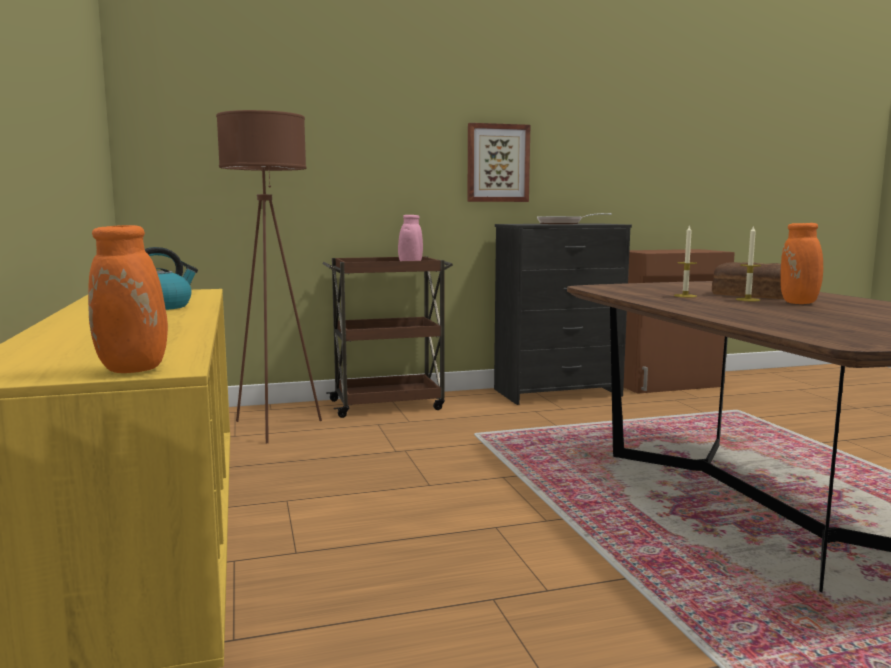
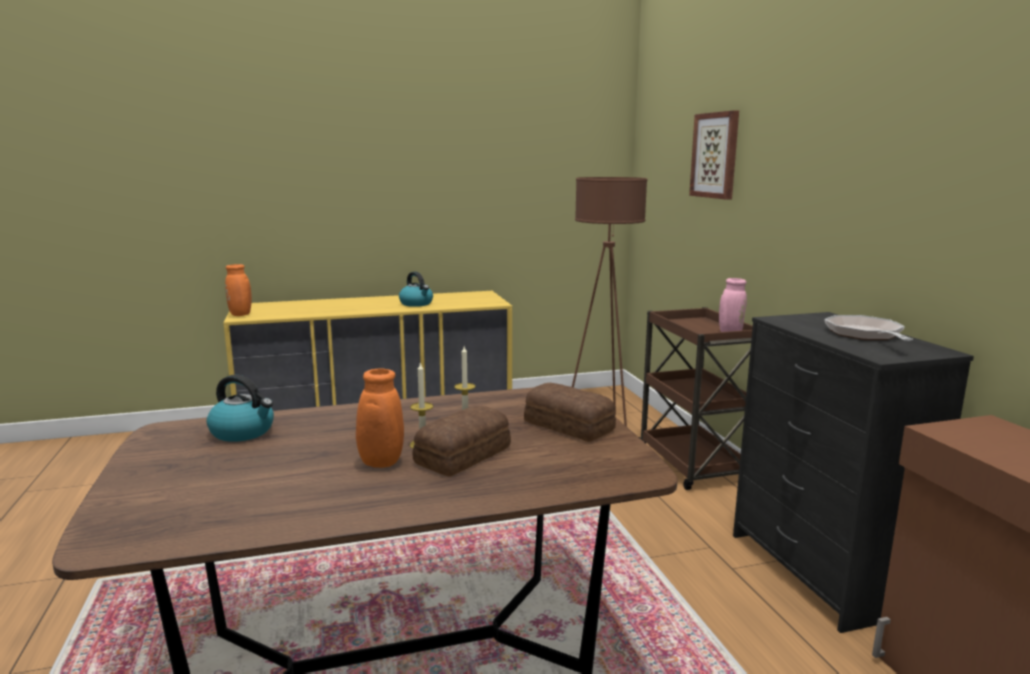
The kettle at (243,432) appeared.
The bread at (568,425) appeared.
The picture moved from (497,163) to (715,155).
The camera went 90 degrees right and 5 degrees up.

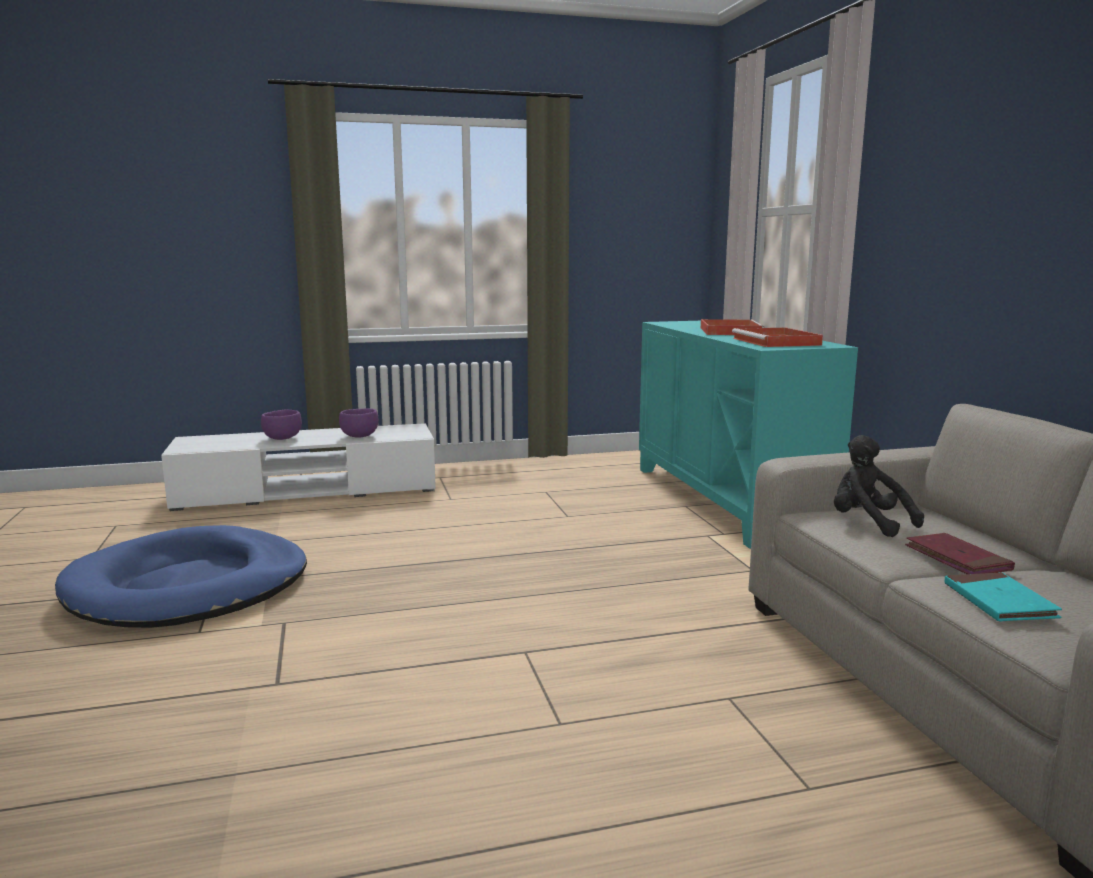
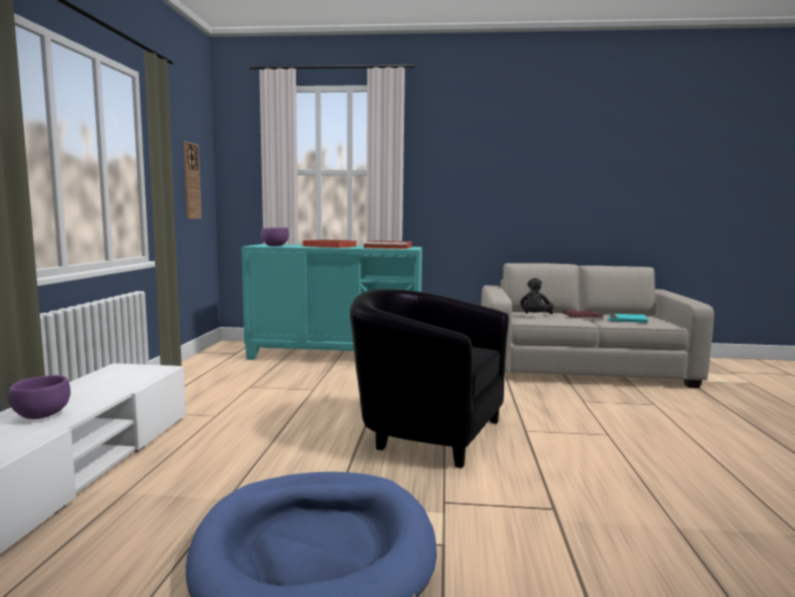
The wall clock at (191,181) appeared.
The purple bowl moved from (360,436) to (275,246).
The black armchair at (426,431) appeared.
The black plush toy at (868,523) turned 45 degrees counterclockwise.
The camera went 70 degrees left and 5 degrees down.

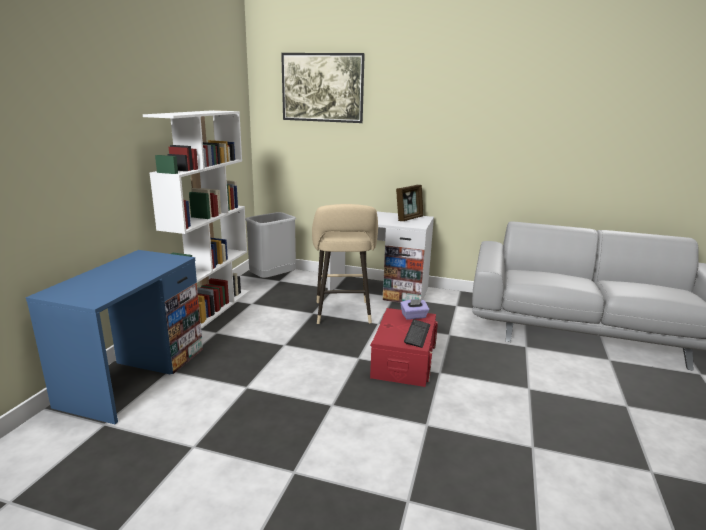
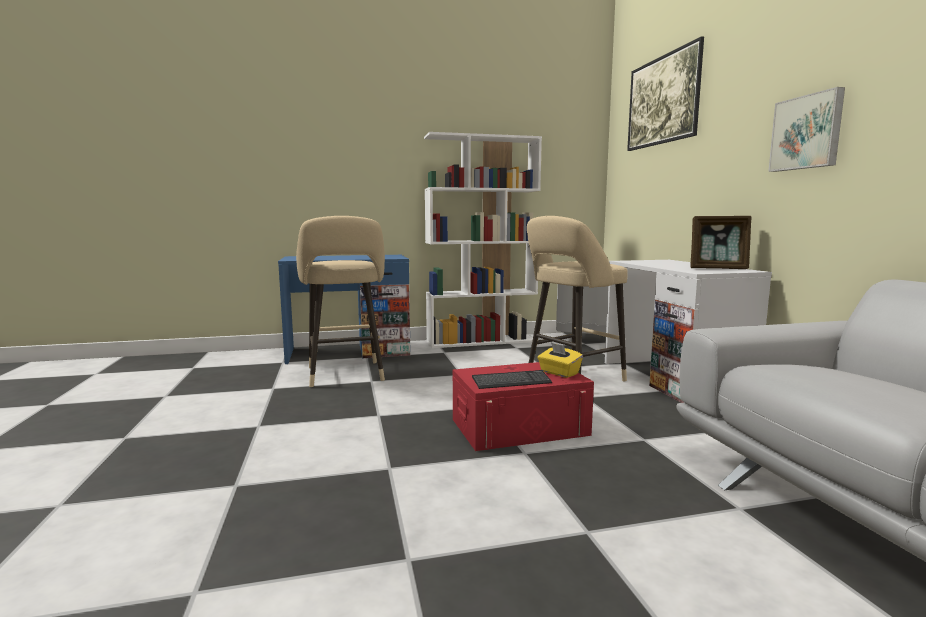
The beige stool at (345,375) appeared.
The purple tissue box at (414,316) became the yellow tissue box at (559,373).
The picture at (807,132) appeared.
The camera went 60 degrees right and 10 degrees down.

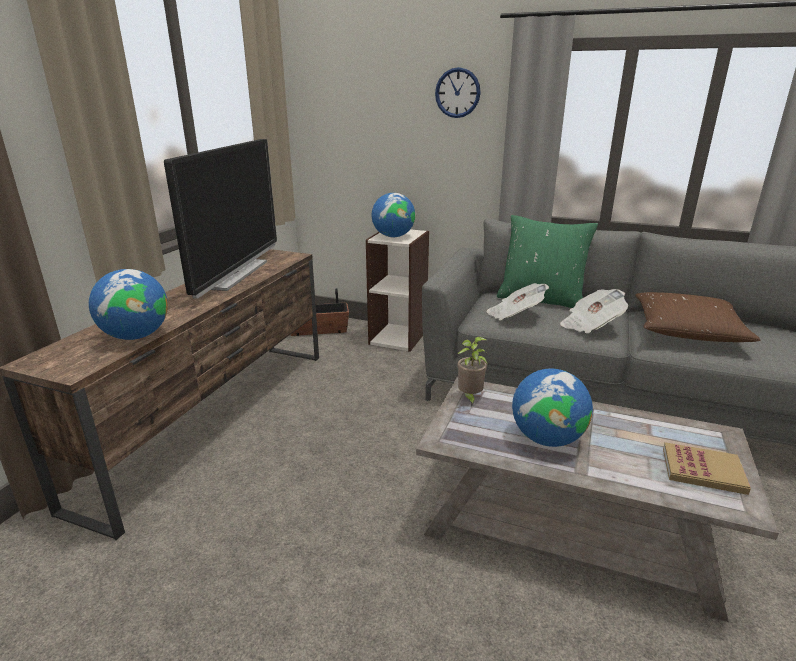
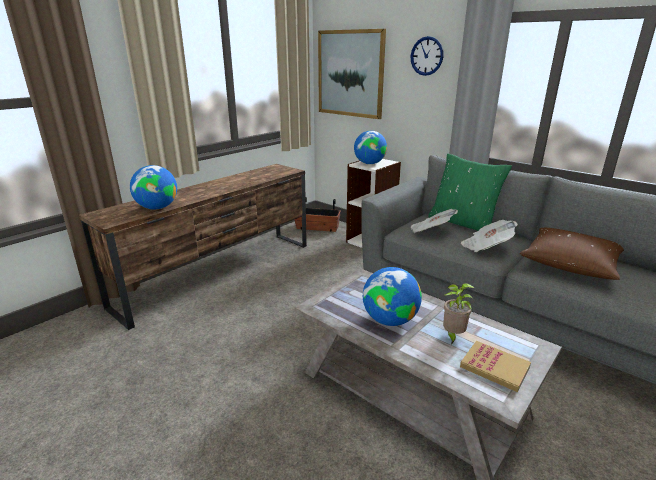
The picture at (350,74) appeared.
The potted plant moved from (469,398) to (453,336).
The television at (235,274) disappeared.
The camera went 20 degrees right and 0 degrees up.

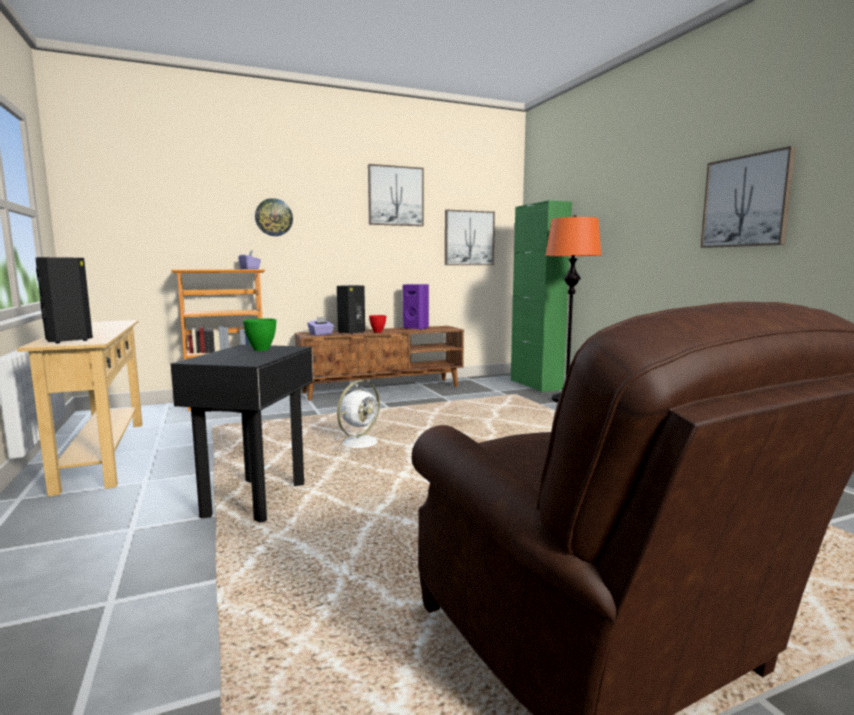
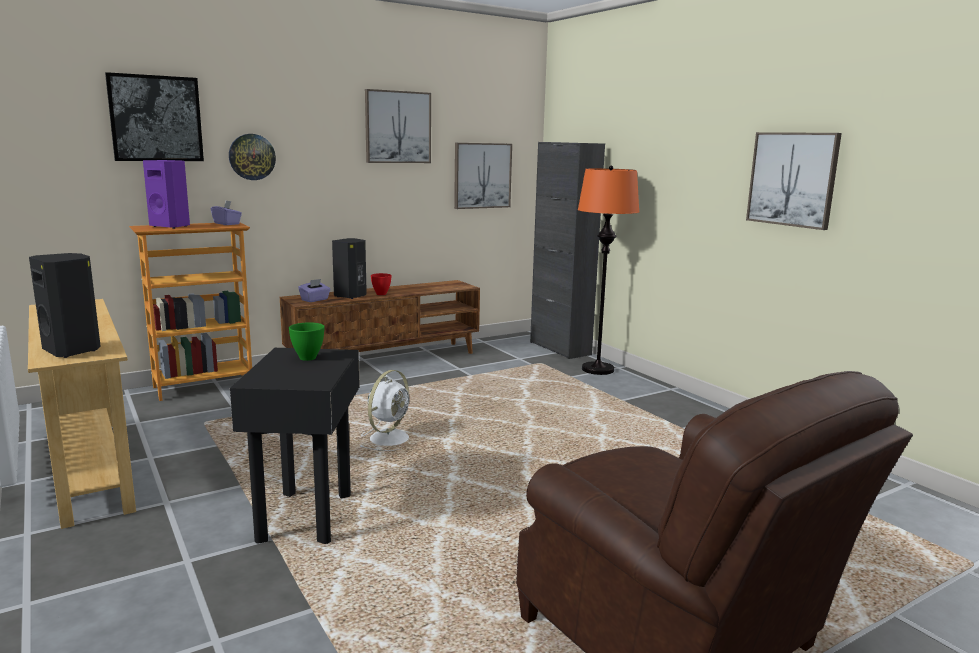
The picture at (156,118) appeared.
The purple speaker moved from (416,328) to (171,226).
The green cabinet at (536,385) became the black cabinet at (560,348).
The camera went 10 degrees left and 5 degrees up.

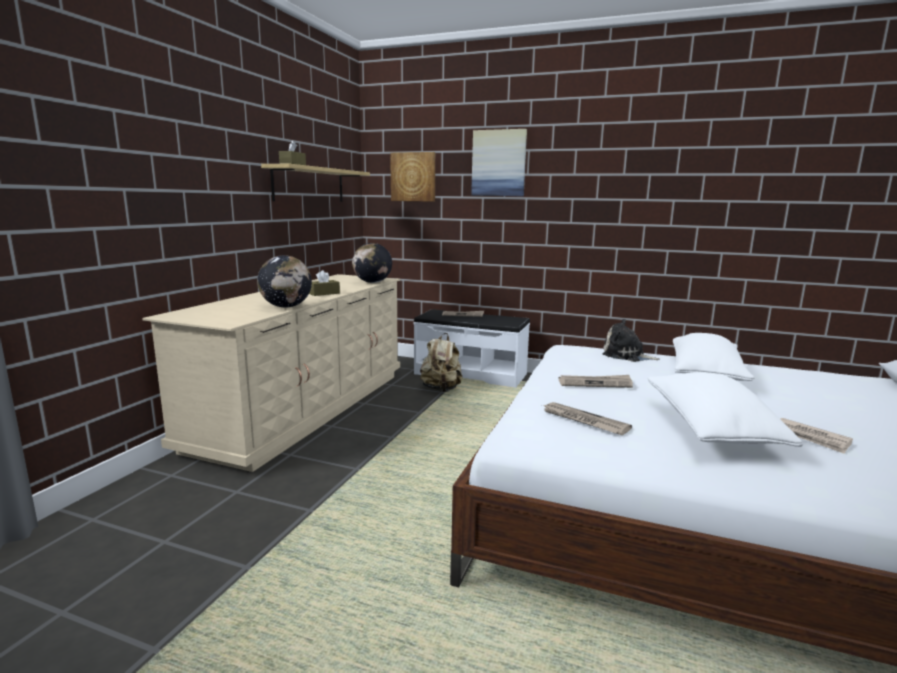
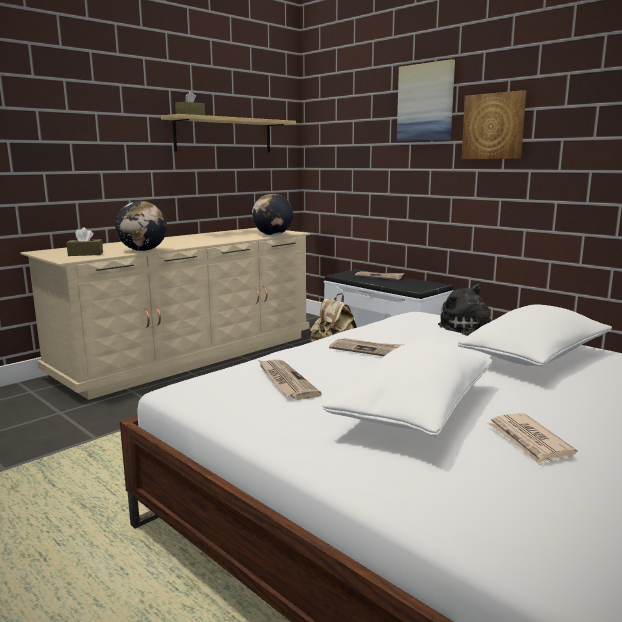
The brown tissue box moved from (324,293) to (85,254).
The picture moved from (413,177) to (493,126).
The camera went 25 degrees right and 0 degrees up.

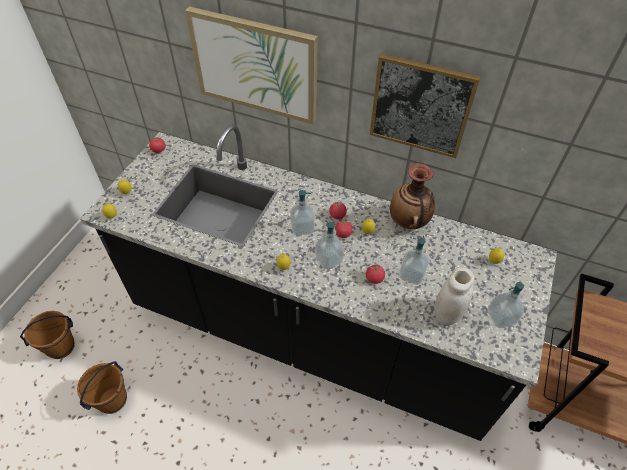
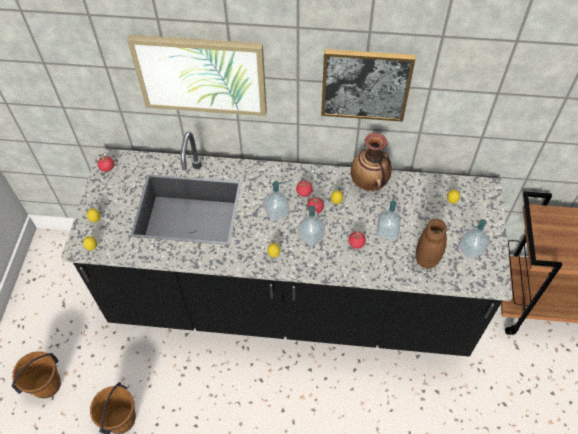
The white jar at (447,314) became the brown jar at (426,259).
The camera went 15 degrees left and 5 degrees up.

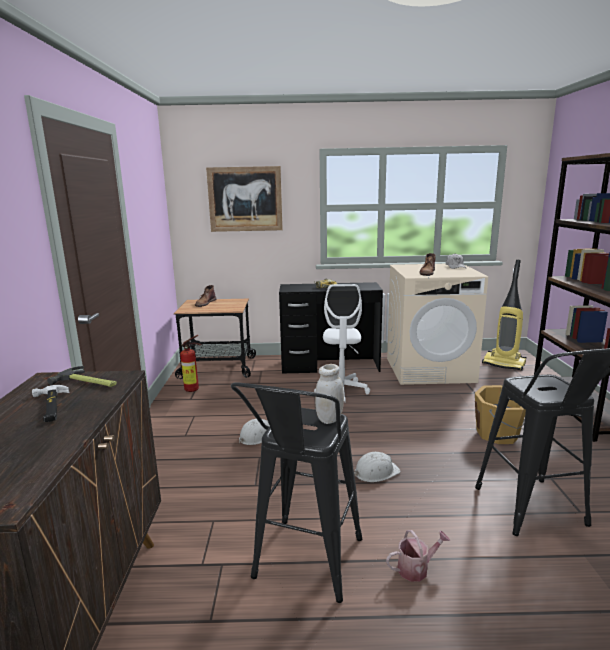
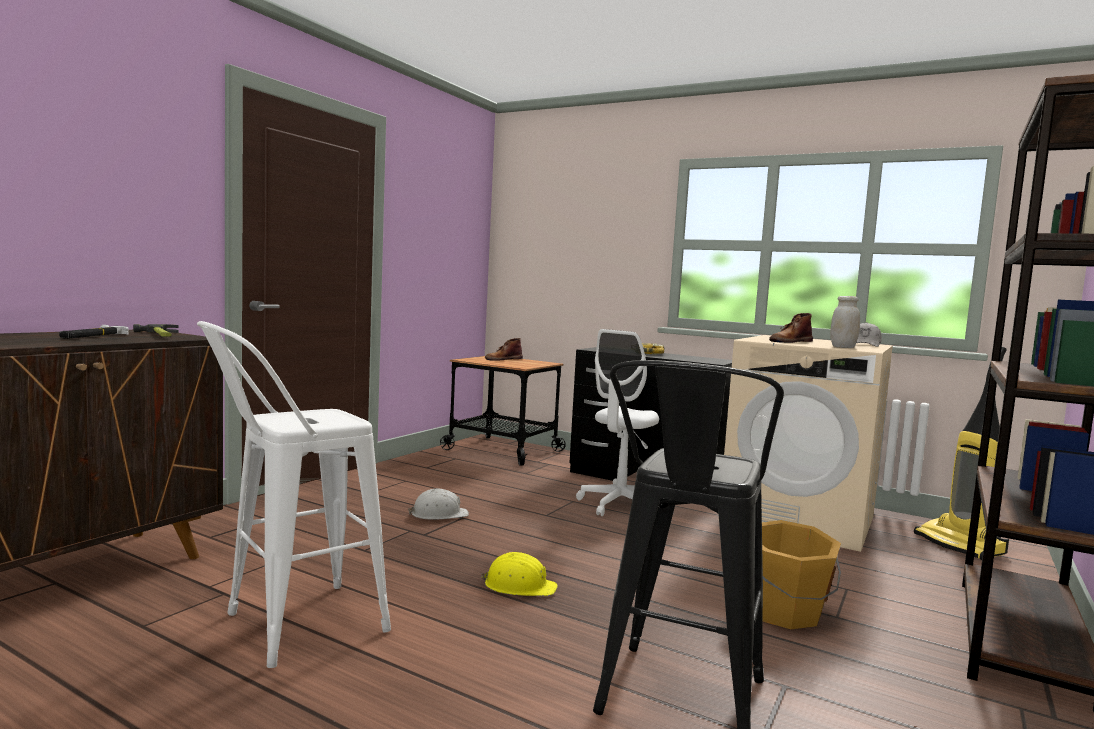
The black stool at (304,567) became the white stool at (289,627).
The white hard hat at (376,472) became the yellow hard hat at (519,586).
The white jar moved from (329,419) to (843,347).
The fire extinguisher at (194,389) disappeared.
The picture at (245,199) disappeared.
The watering can at (416,568) disappeared.
The camera went 30 degrees right and 10 degrees down.

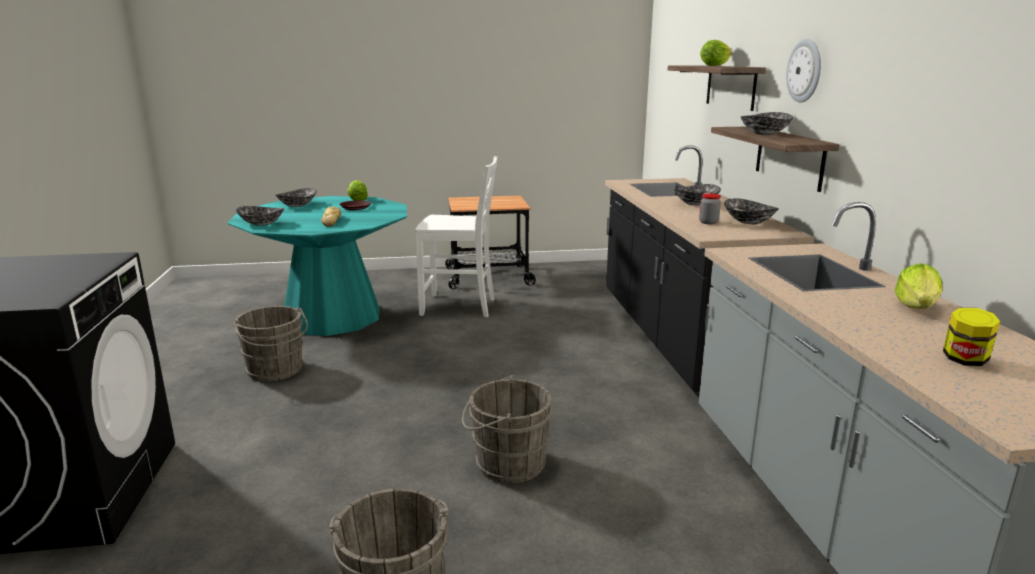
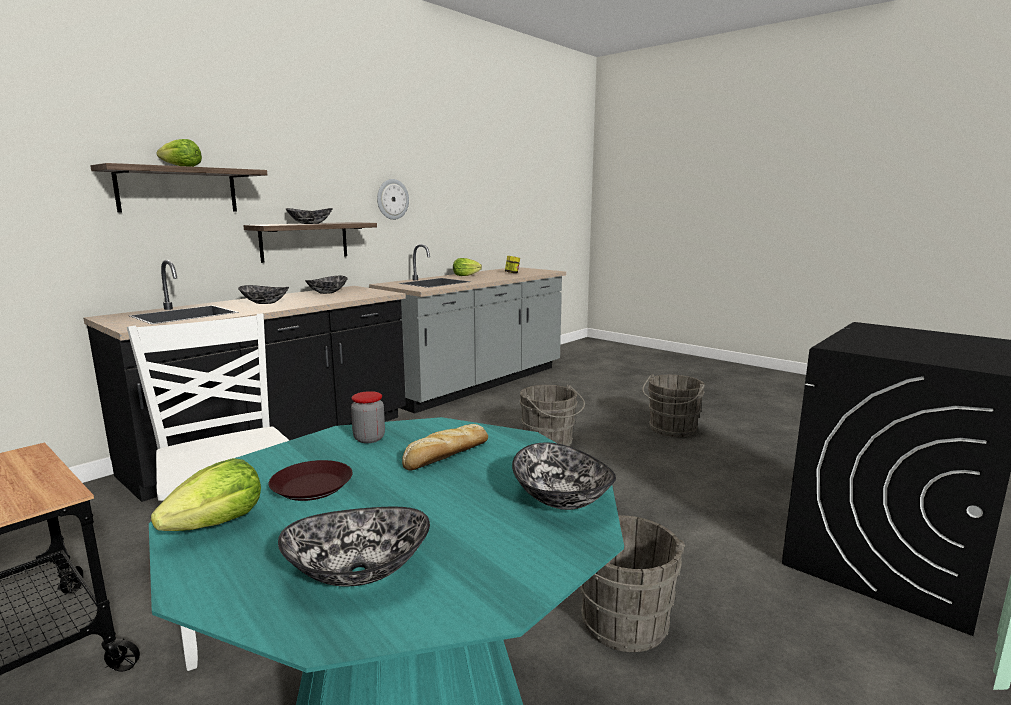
The jar moved from (708,222) to (369,438).
The wall clock moved from (805,71) to (392,199).
The camera went 130 degrees left and 5 degrees down.

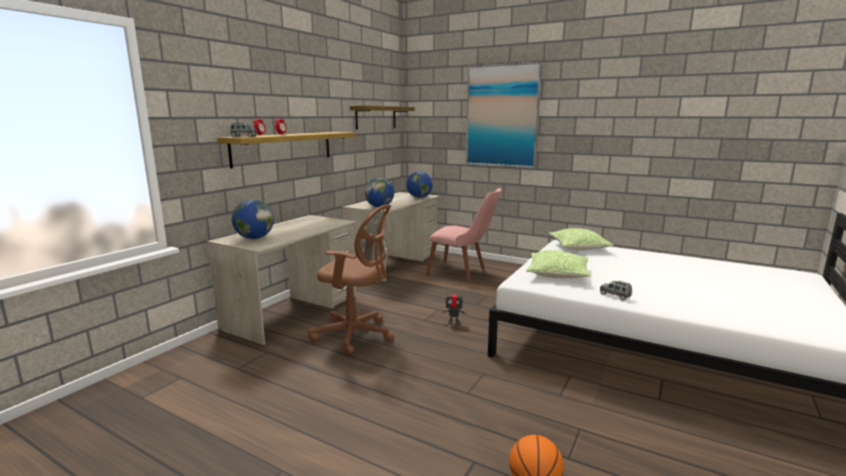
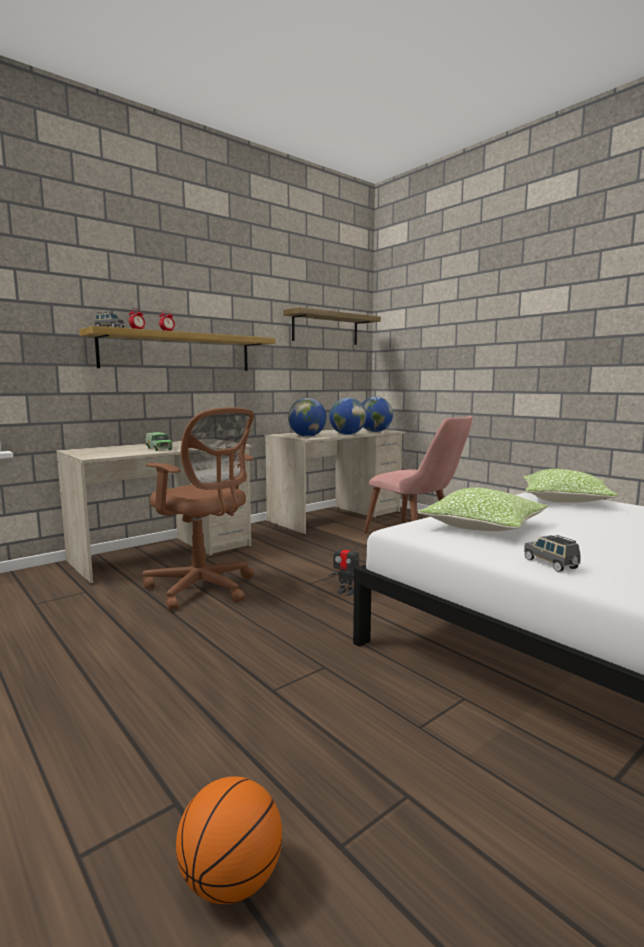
The toy truck at (158,448) appeared.
The globe moved from (254,238) to (347,434).
The picture at (502,116) disappeared.
The camera went 20 degrees right and 5 degrees down.

